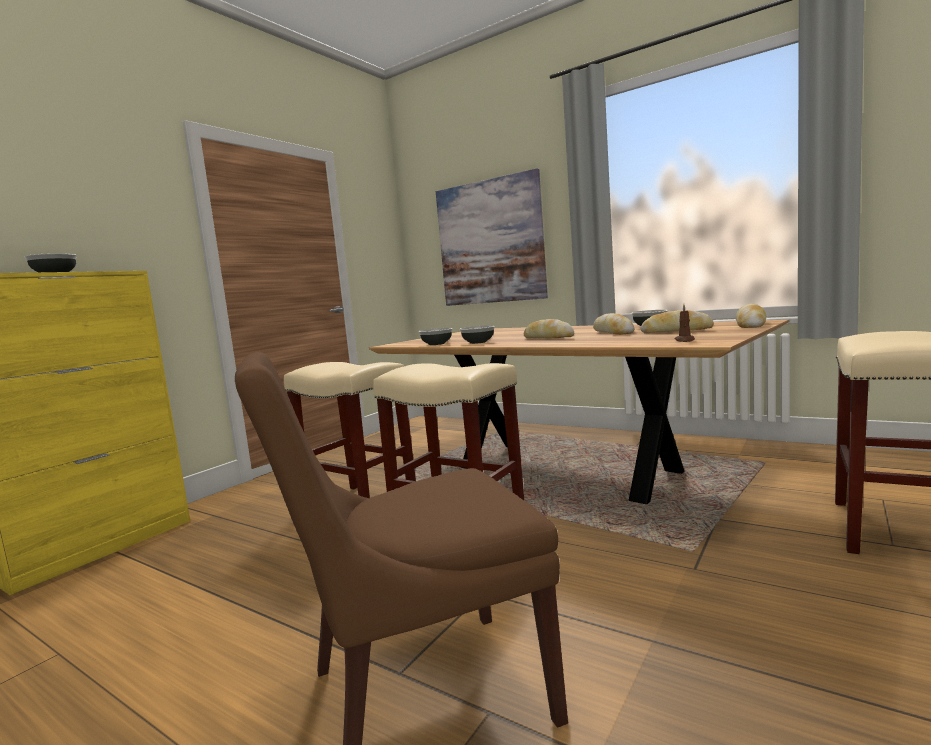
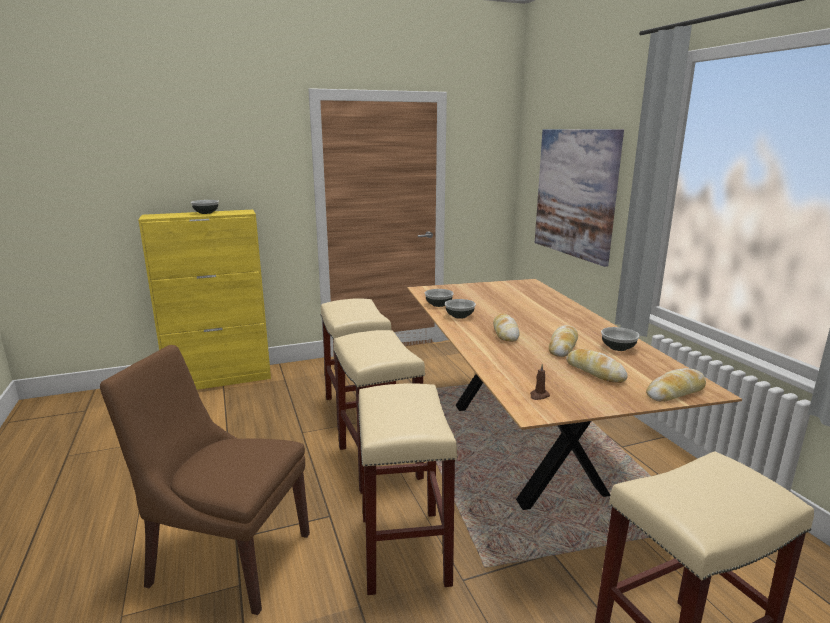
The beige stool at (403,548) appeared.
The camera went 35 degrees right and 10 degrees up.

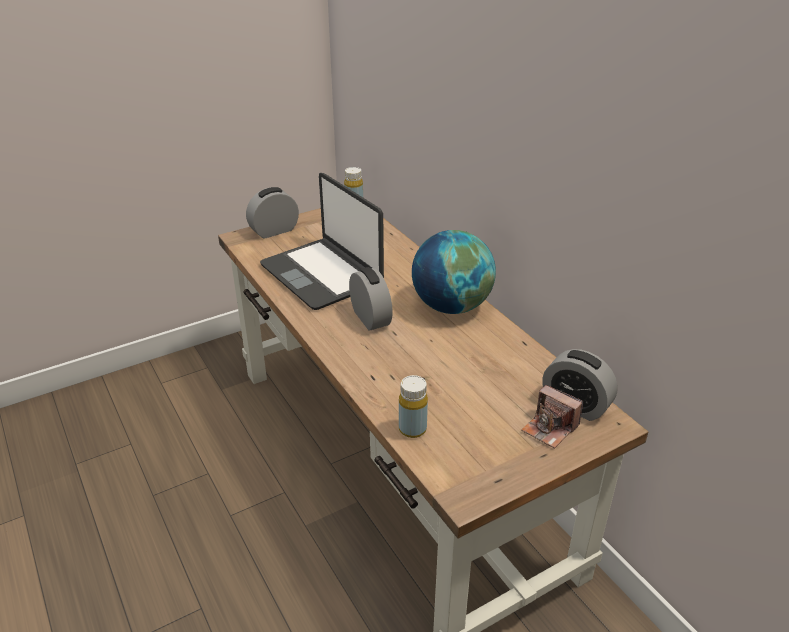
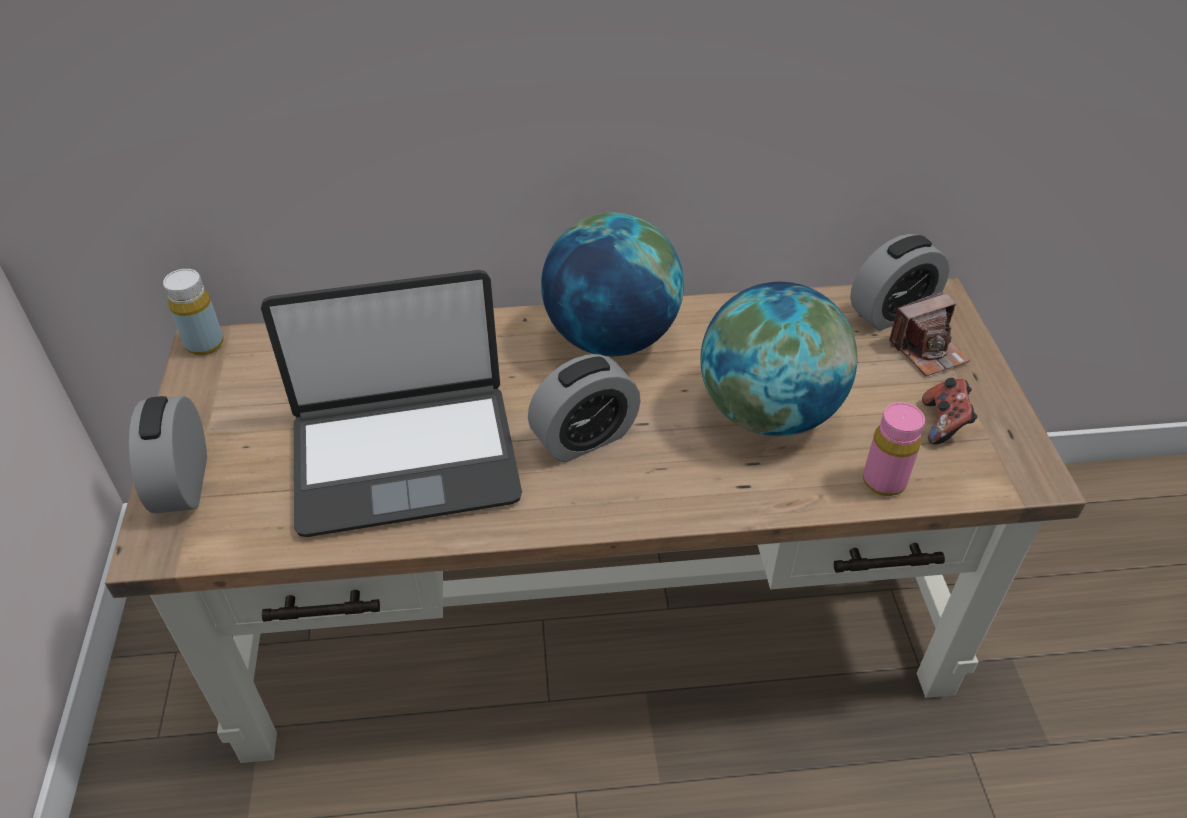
The alarm clock at (370,318) turned 150 degrees clockwise.
The globe at (769,413) appeared.
The yellow bottle at (412,429) became the pink bottle at (884,481).
The game controller at (944,424) appeared.
The camera went 65 degrees left and 10 degrees up.

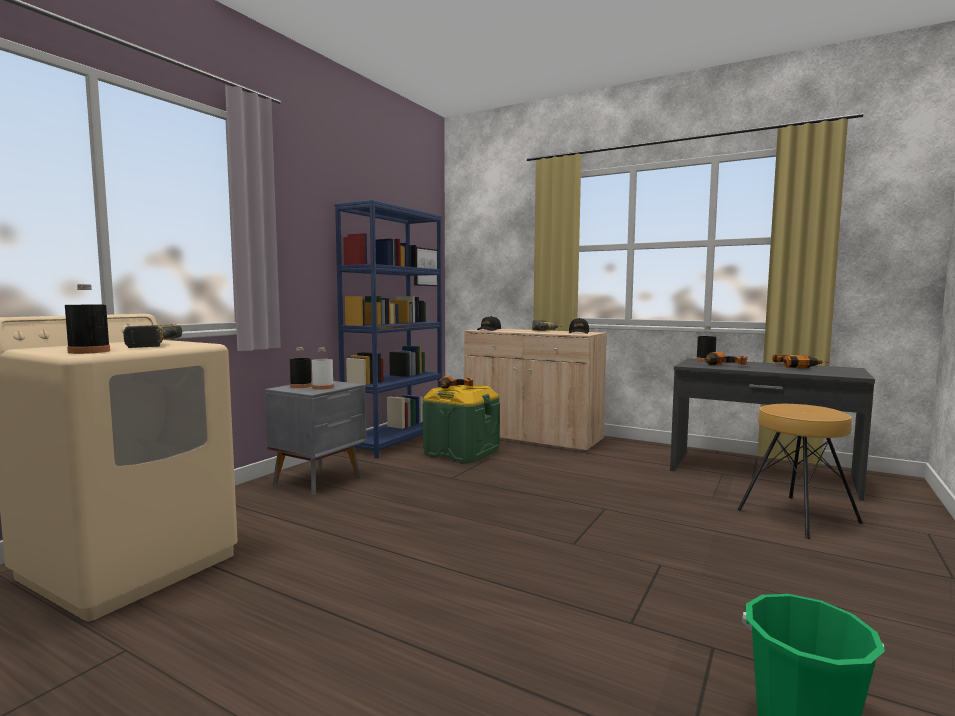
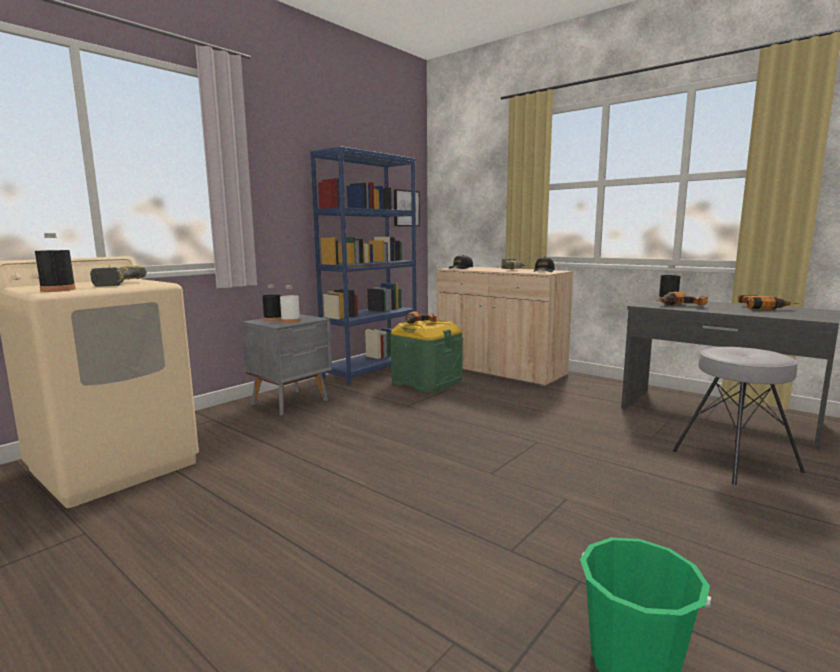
The brown stool at (797,516) became the grey stool at (734,460).
The camera went 10 degrees right and 5 degrees up.

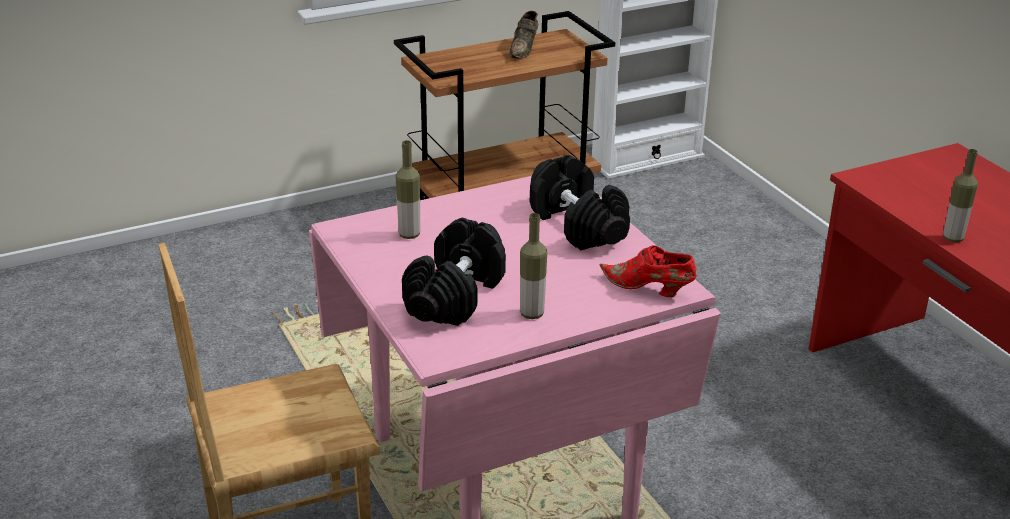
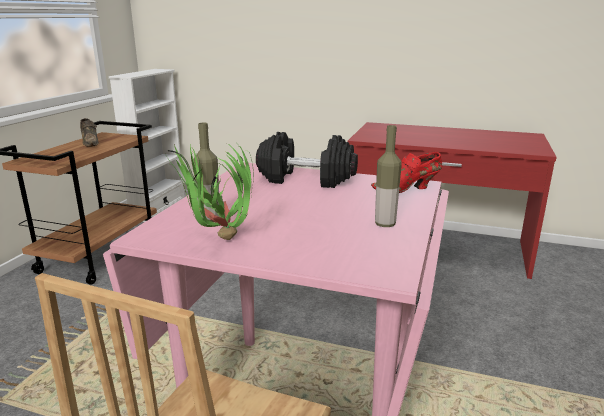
The potted plant at (218,242) appeared.
The black dumbbell at (455,296) disappeared.
The bottle at (953,238) disappeared.
The camera went 45 degrees left and 10 degrees down.

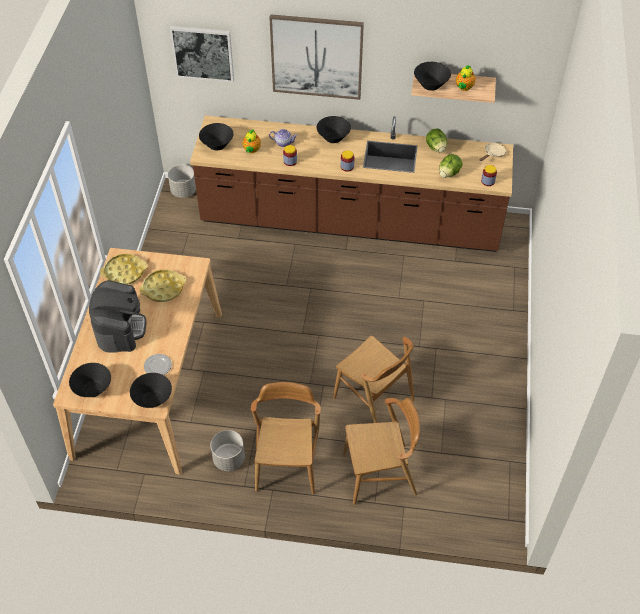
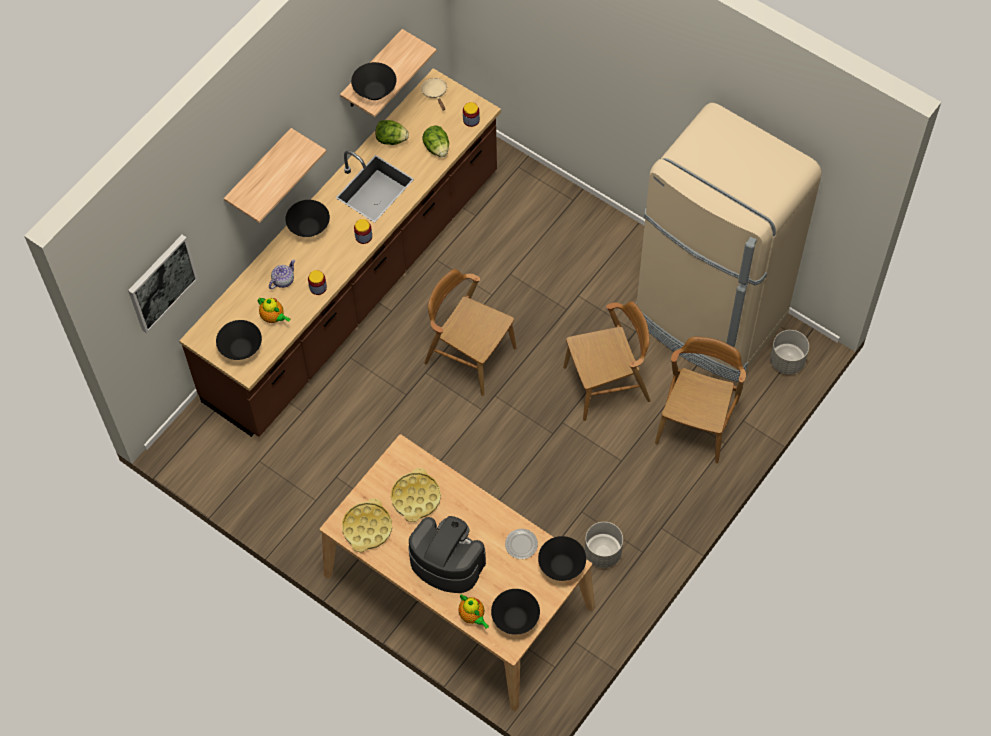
The picture at (316,56) was replaced by the shelf at (259,172).
The brown chair moved from (287,464) to (470,355).
The teapot moved from (464,88) to (472,616).
The beige fridge at (709,320) appeared.
The grey planter moved from (183,191) to (786,361).
The camera went 60 degrees left and 10 degrees up.

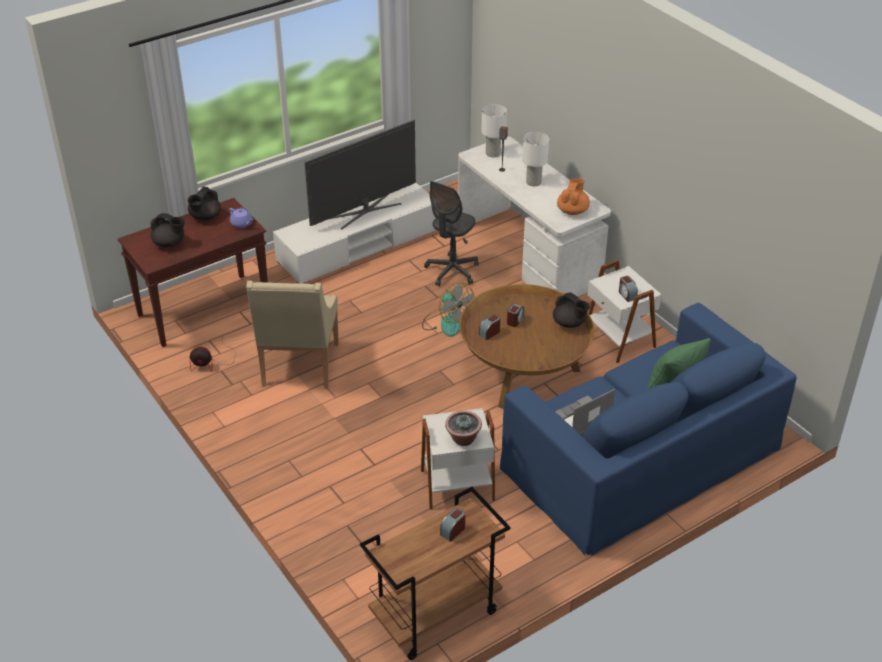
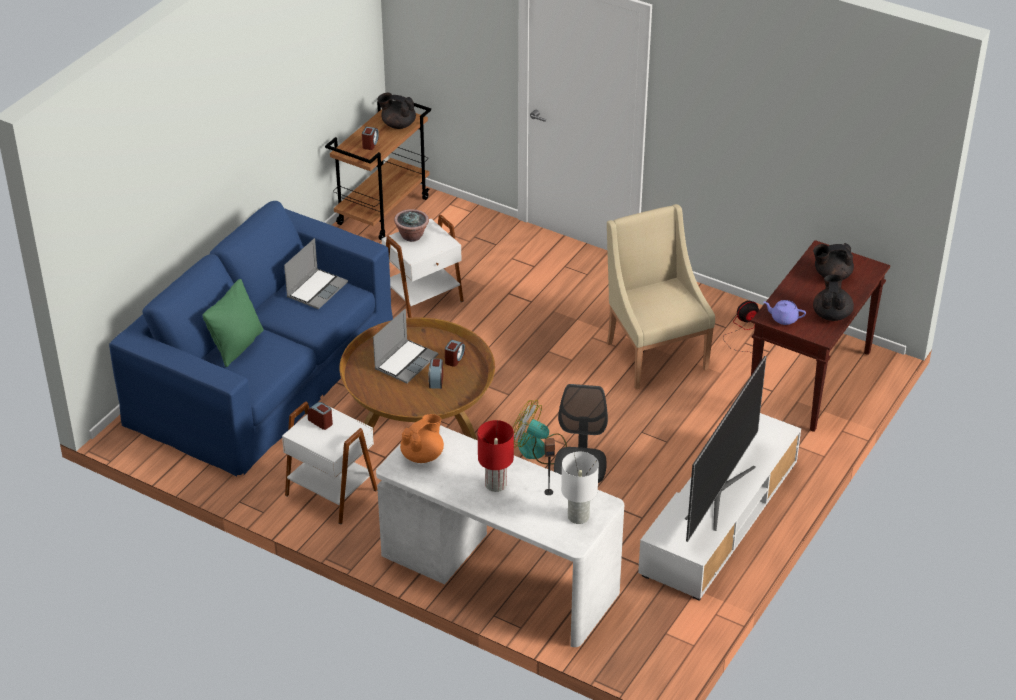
The laptop at (406,362) appeared.
The black teapot moved from (569,323) to (398,124).
The orange teapot at (572,210) turned 135 degrees counterclockwise.
The white table lamp at (533,182) became the red table lamp at (496,484).
The camera went 155 degrees right and 0 degrees up.

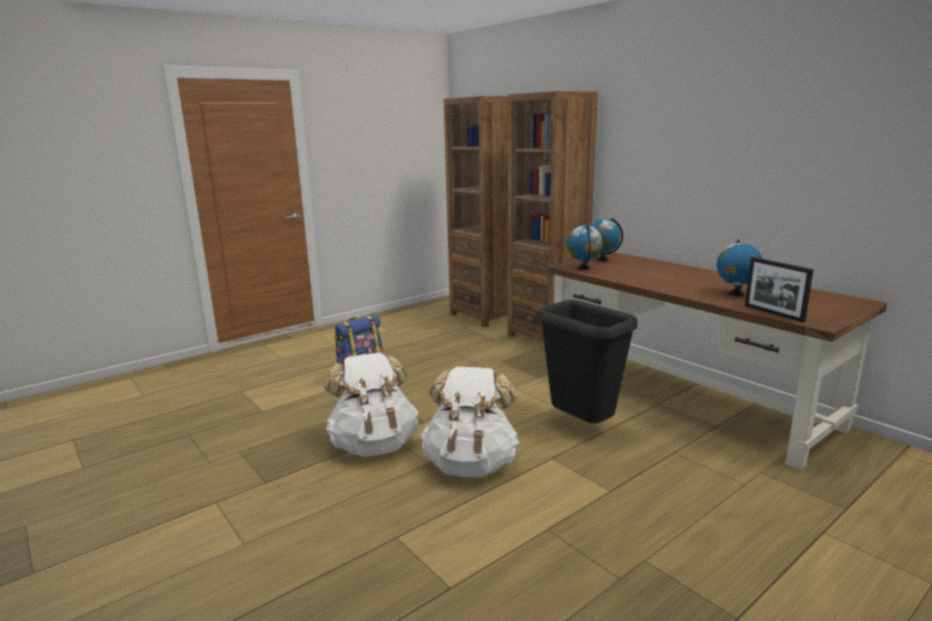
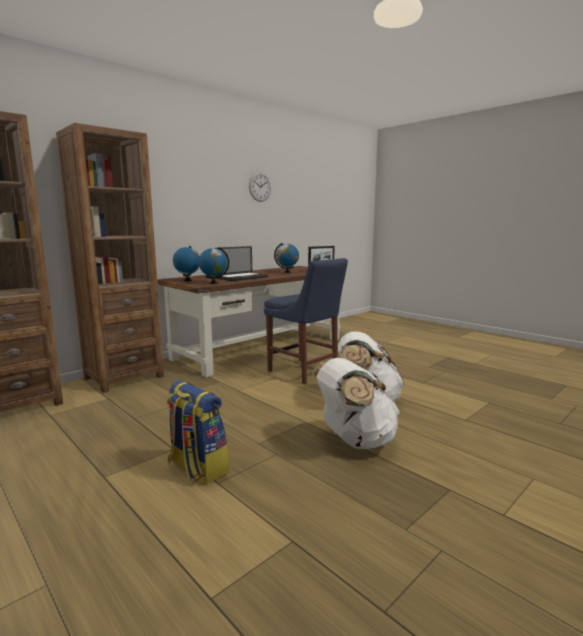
The laptop at (242,277) appeared.
The wall clock at (260,187) appeared.
The black trash can at (580,426) was replaced by the blue chair at (304,372).
The camera went 95 degrees left and 5 degrees down.

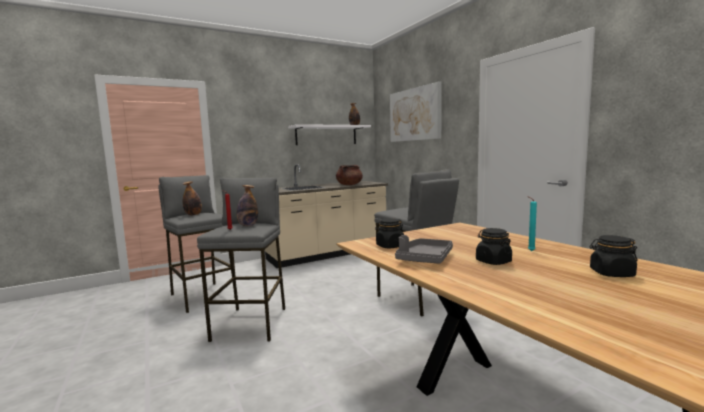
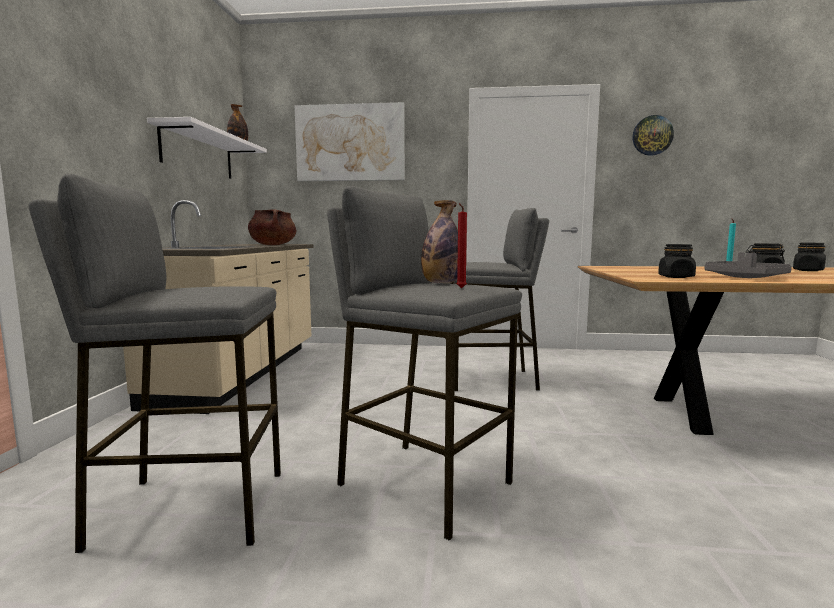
The wall clock at (652,135) appeared.
The bottle at (193,215) disappeared.
The camera went 55 degrees left and 0 degrees up.

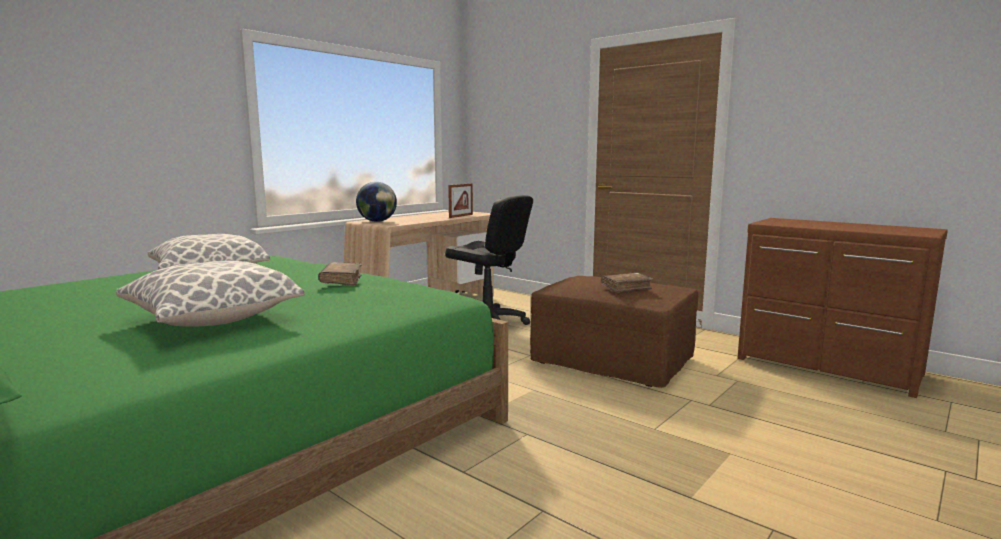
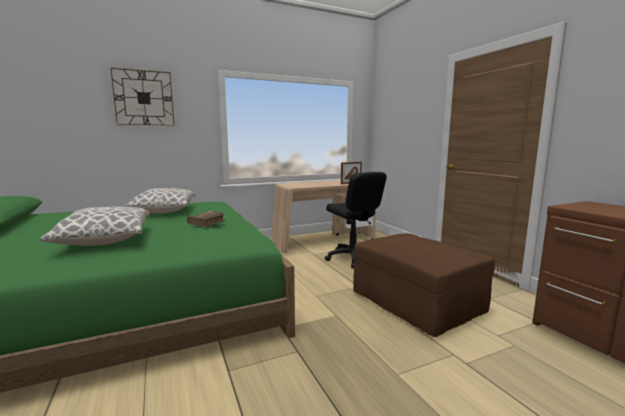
The wall clock at (144,98) appeared.
The globe at (377,221) disappeared.
The brown book at (626,288) disappeared.
The camera went 25 degrees right and 0 degrees up.

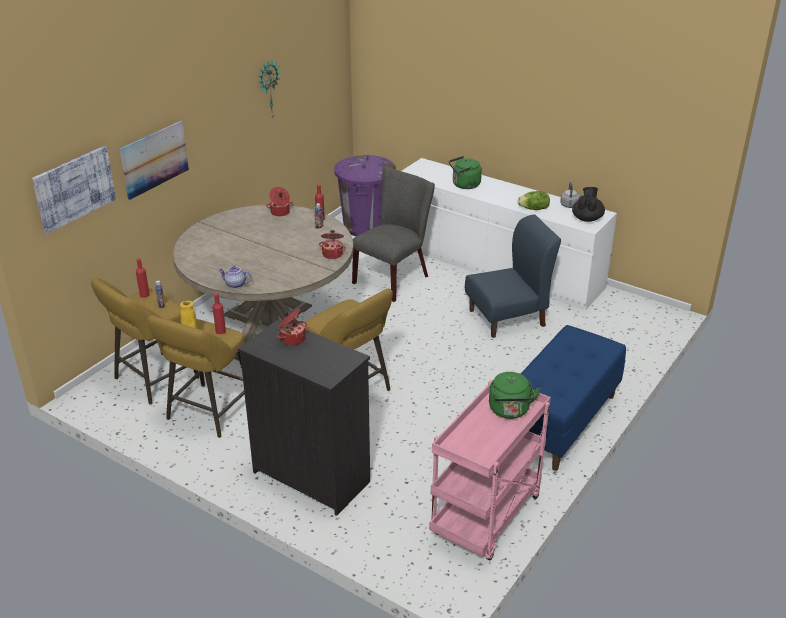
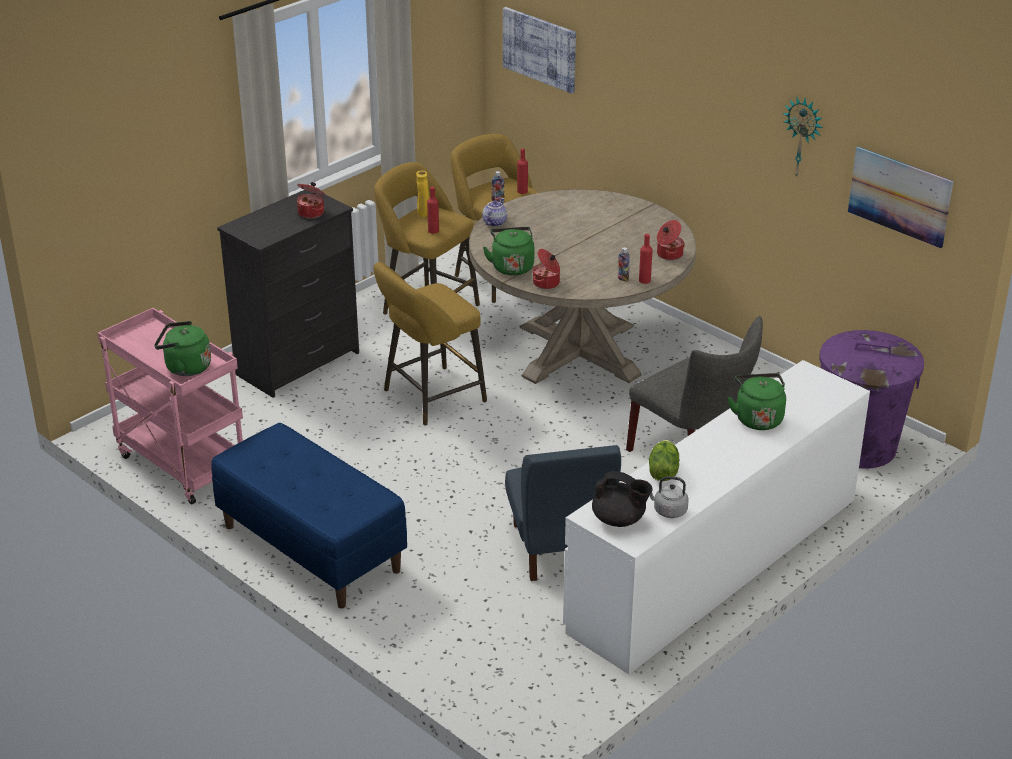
The green kettle at (512,266) appeared.
The picture moved from (154,159) to (899,196).
The camera went 100 degrees right and 0 degrees up.

